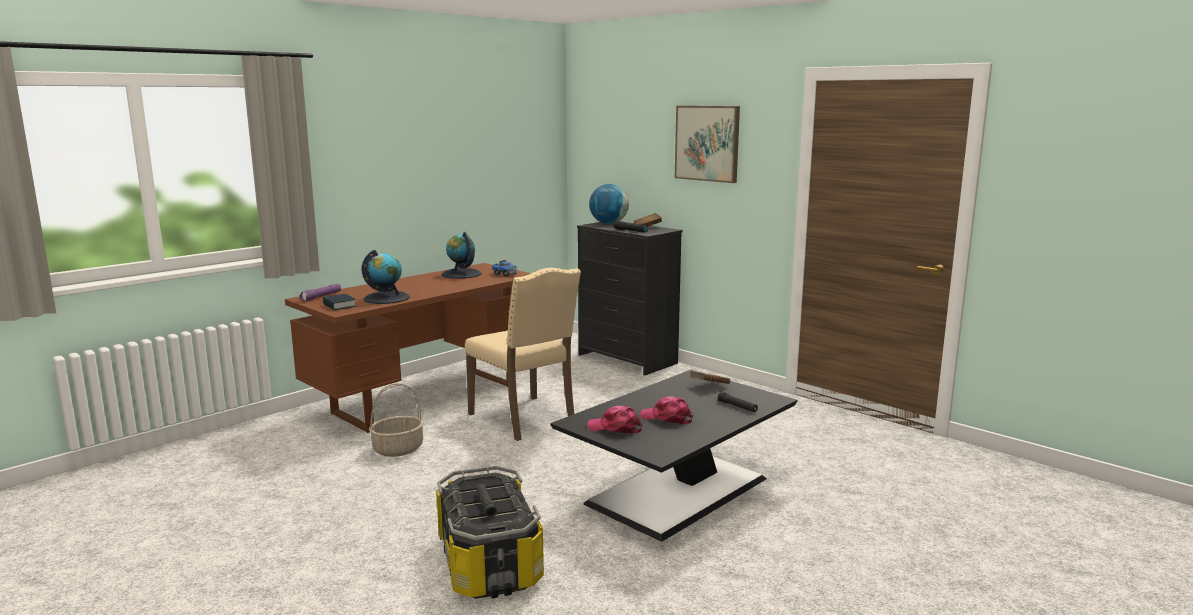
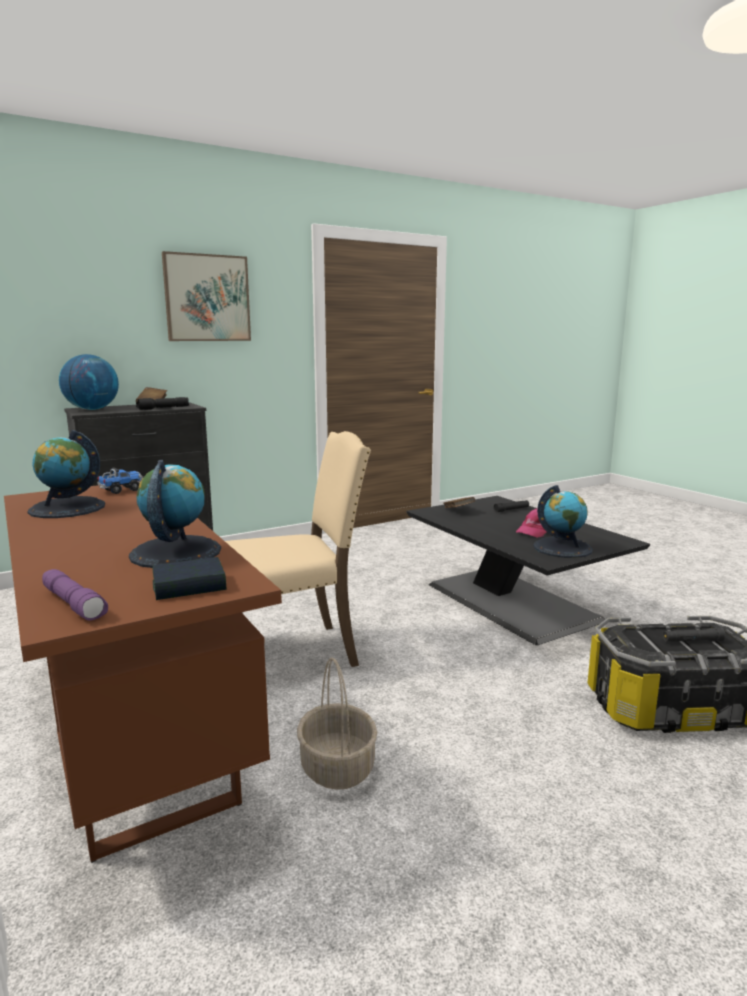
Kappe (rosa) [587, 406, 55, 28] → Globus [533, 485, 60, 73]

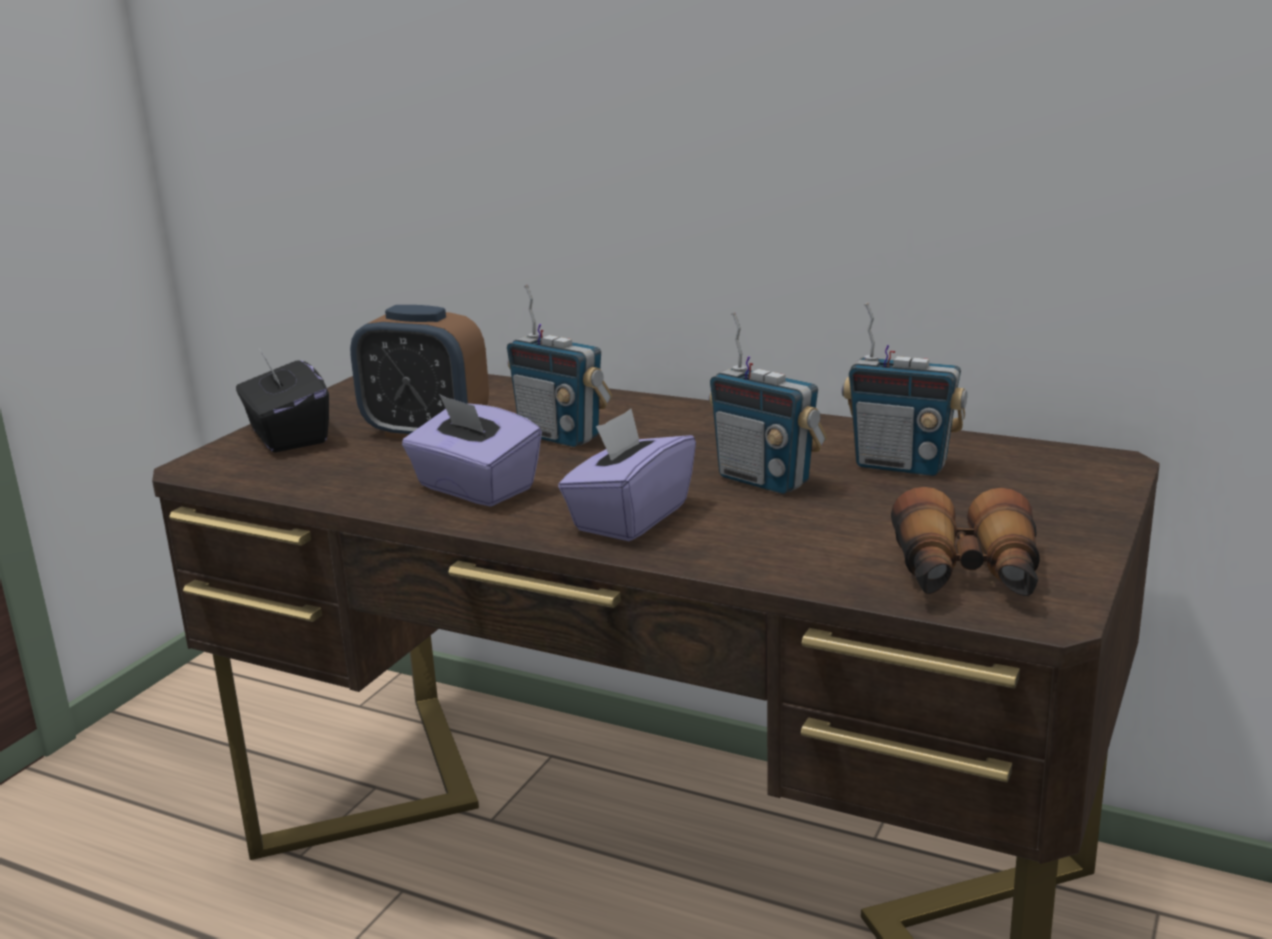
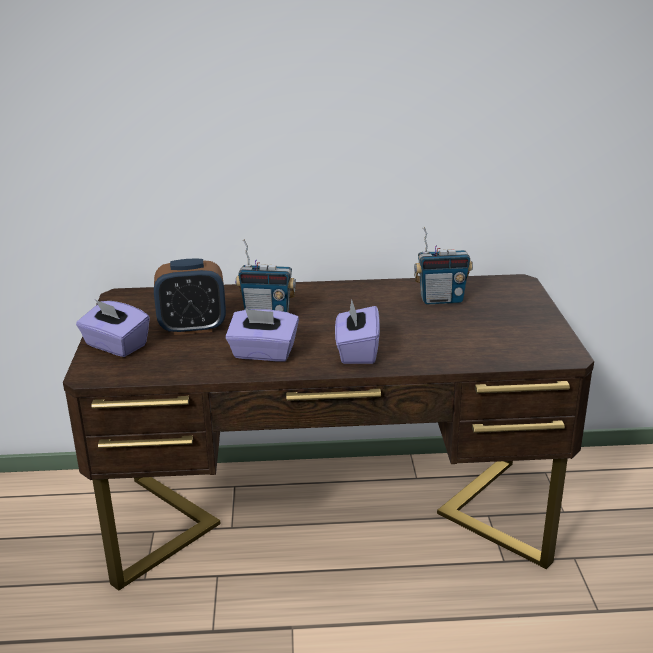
Taschentuchbox (schwarz) [236, 348, 93, 104] → Taschentuchbox (lila) [76, 299, 74, 58]
Radio [709, 312, 118, 182] → -
Fernglas [891, 487, 149, 109] → -

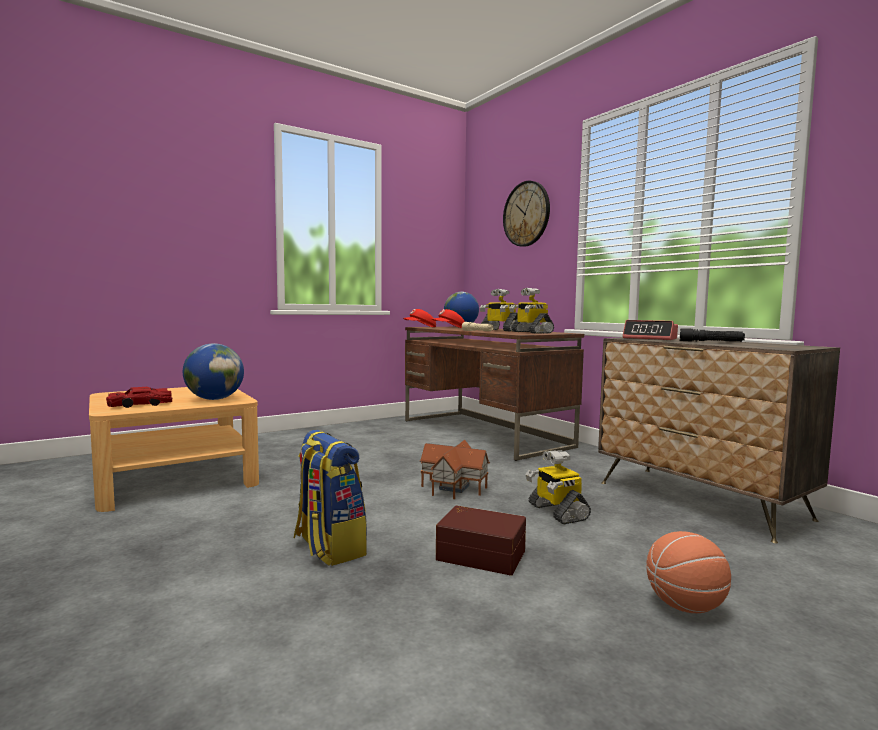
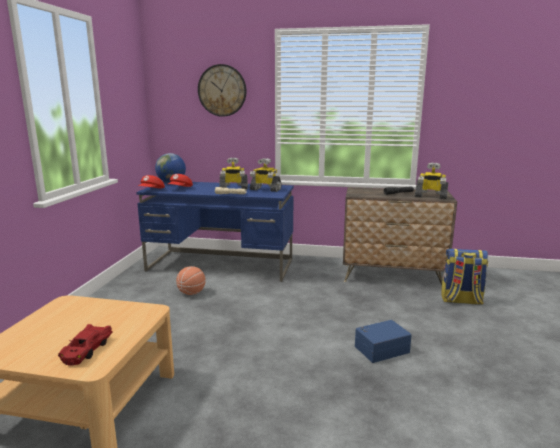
Schreibtisch (braun) [405, 327, 179, 134] → Schreibtisch (blau) [136, 181, 158, 101]
Basketball [646, 531, 85, 82] → Basketball [176, 266, 30, 29], relocated
Aufbewahrungsbox (braun) [436, 505, 90, 70] → Aufbewahrungsbox (blau) [355, 320, 57, 43]
Spielzeugroboter [526, 450, 65, 74] → Spielzeugroboter [415, 162, 33, 37], relocated
Rucksack [294, 430, 73, 136] → Rucksack [441, 249, 47, 56], relocated
Globus [183, 343, 61, 57] → -
Spielzeughaus [420, 440, 70, 59] → -
Wecker [622, 320, 56, 21] → -

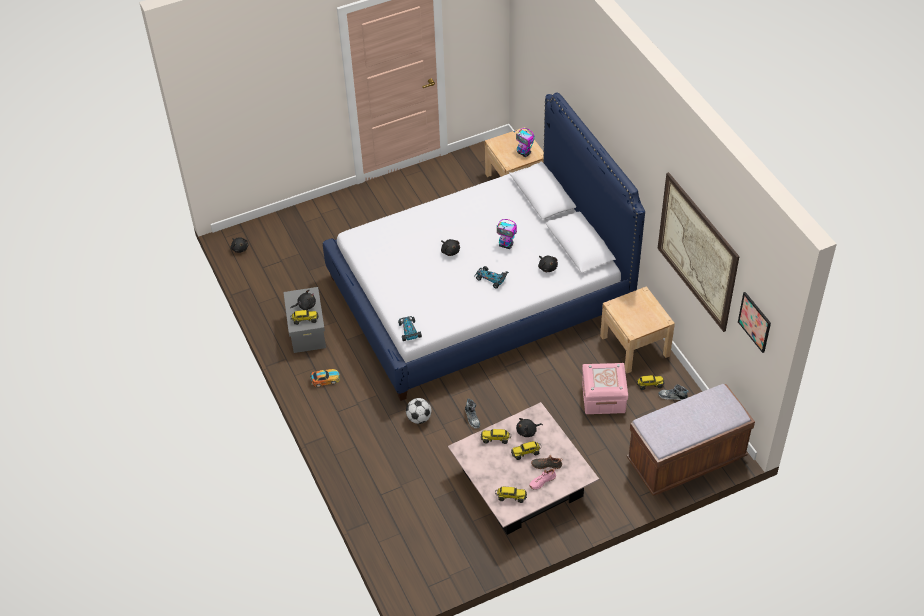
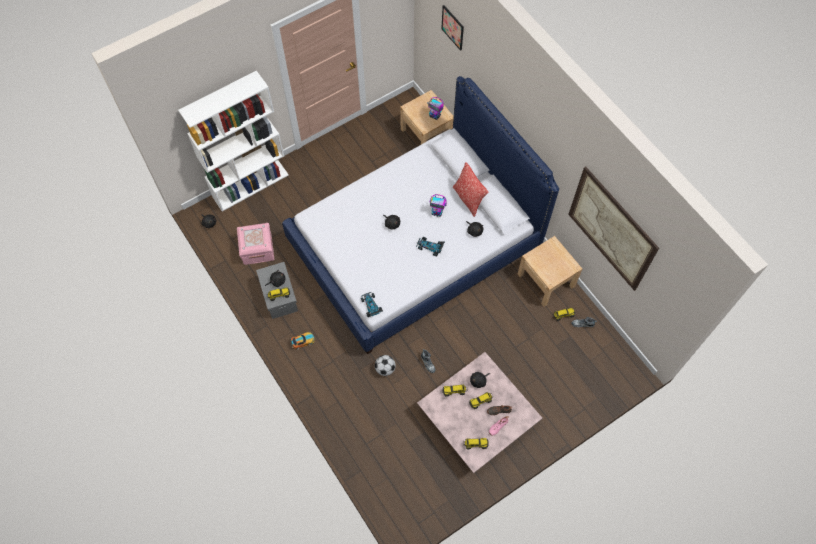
- → Bücherregal (weiß) [178, 71, 111, 140]
Aufbewahrungsbox (rosa) [582, 363, 46, 51] → Aufbewahrungsbox (rosa) [237, 223, 37, 42], relocated
Bild [738, 292, 33, 61] → Bild [441, 5, 23, 46], relocated
- → Kissen [453, 162, 35, 55]
Bank (braun) [627, 384, 128, 112] → -

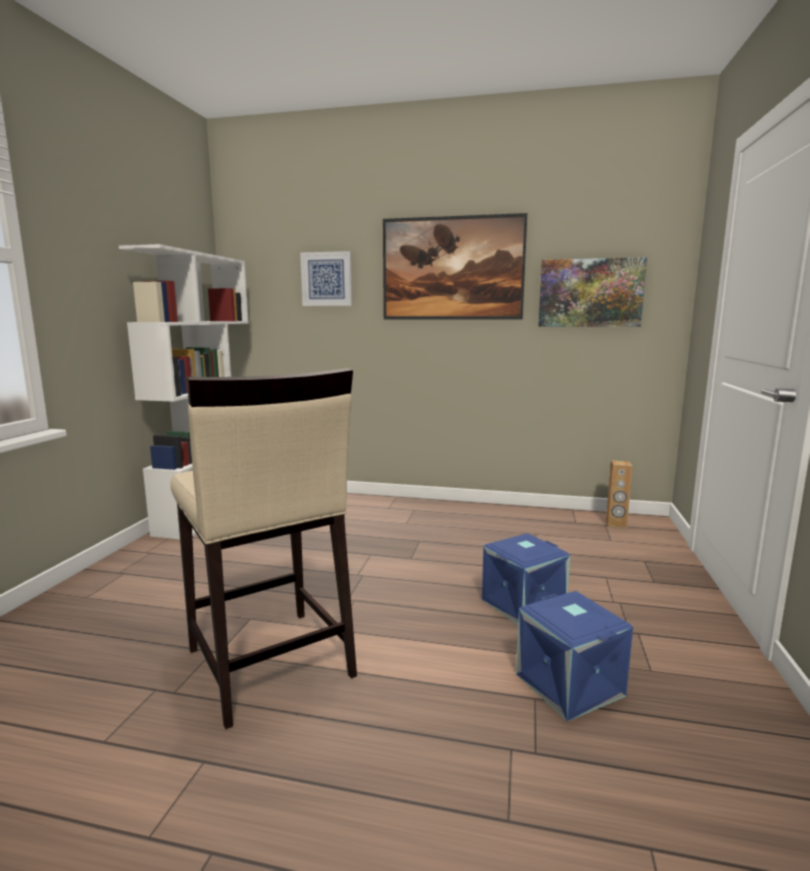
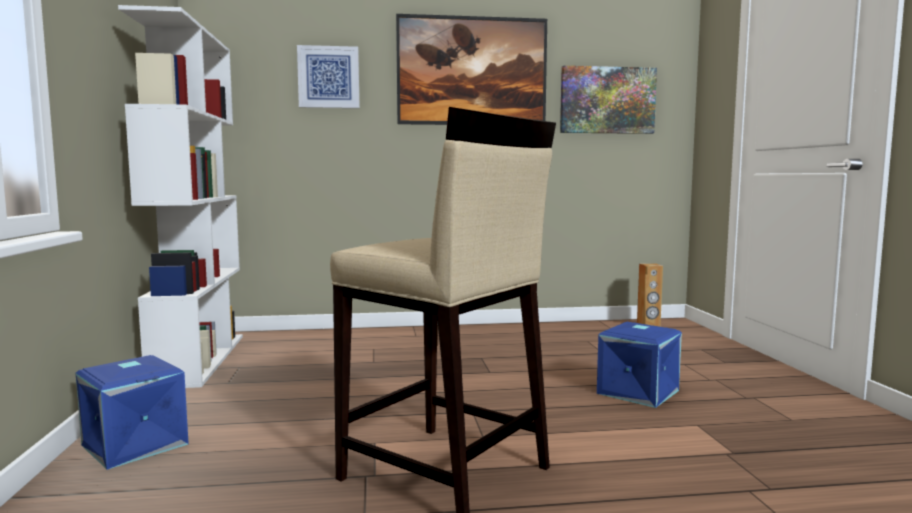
Aufbewahrungsbox (blau) [516, 591, 117, 131] → Aufbewahrungsbox (blau) [76, 355, 113, 115], relocated

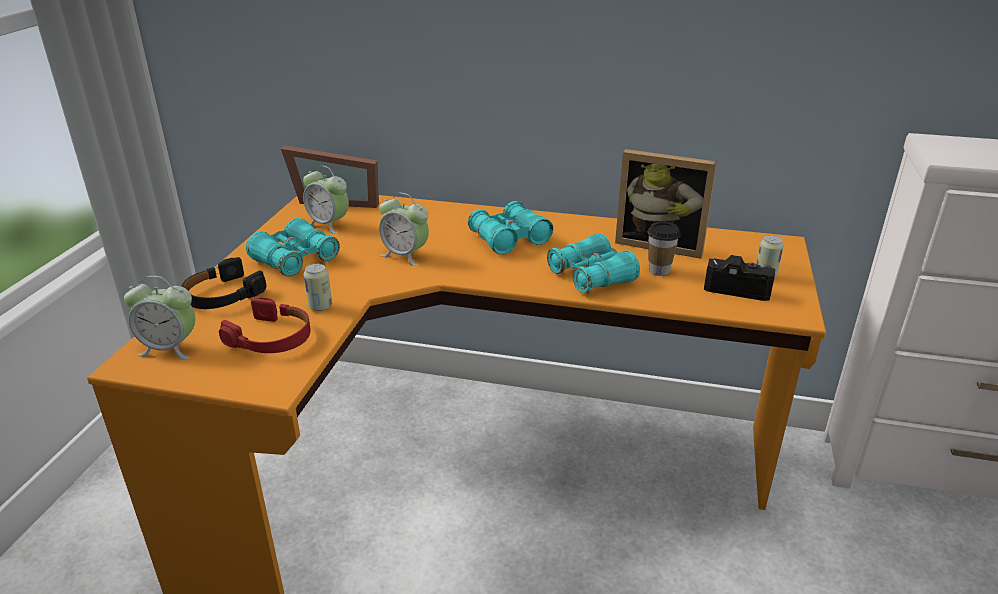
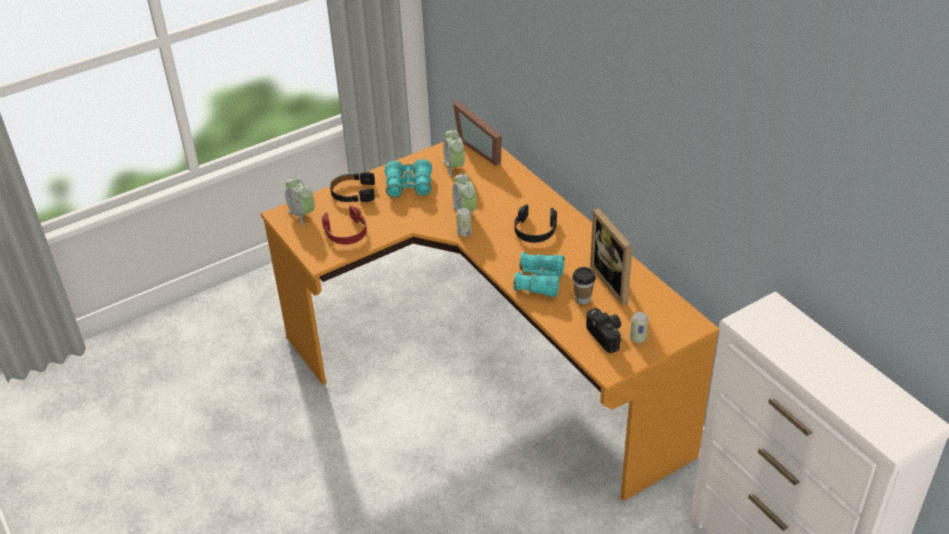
Dose [303, 264, 29, 47] → Dose [457, 208, 15, 29], relocated
Fernglas (türkis) [468, 201, 85, 54] → Kopfhörer (schwarz) [514, 204, 43, 39]

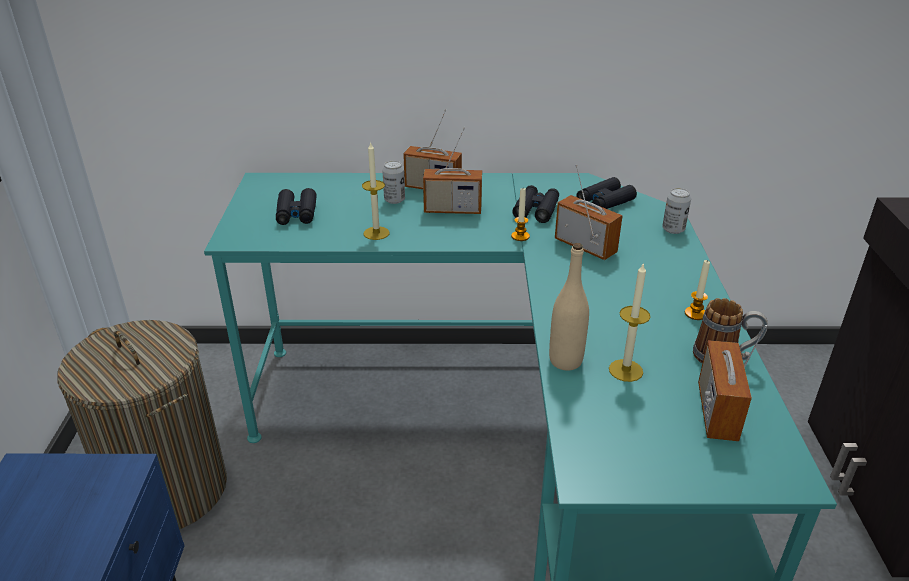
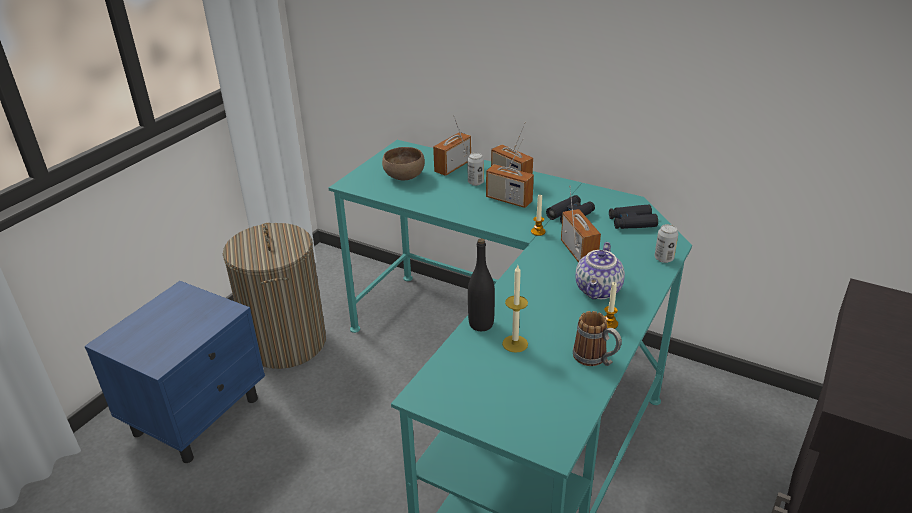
Fernglas (schwarz) [276, 188, 41, 37] → Schüssel (braun) [382, 147, 43, 33]
Radio [698, 325, 69, 116] → Radio [433, 116, 38, 60], relocated
Flasche (beige) [549, 243, 40, 128] → Flasche (schwarz) [468, 238, 27, 93]
- → Teekanne [575, 242, 50, 57]
Kerze [362, 142, 27, 98] → -

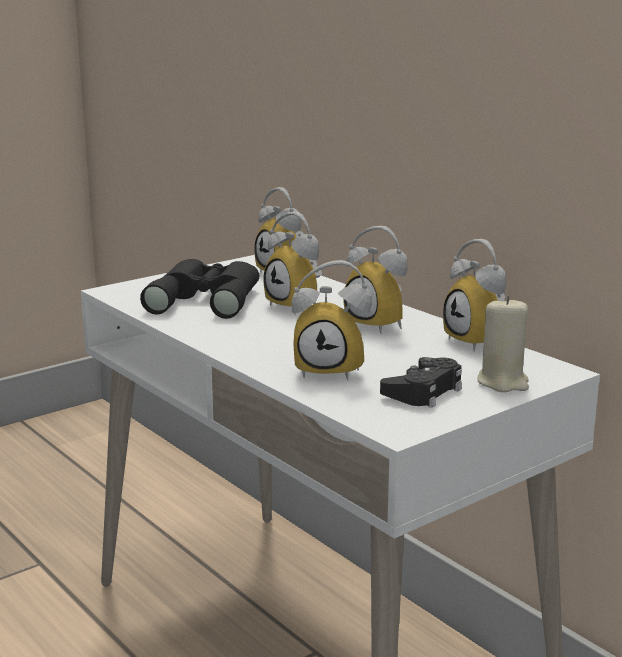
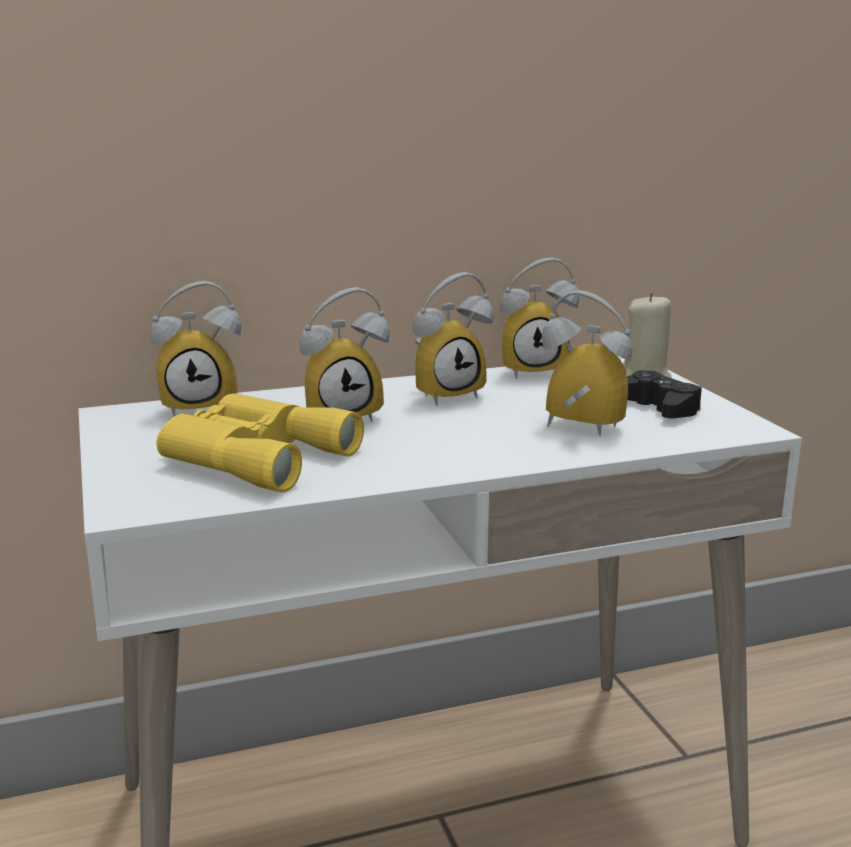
Fernglas (schwarz) [140, 259, 119, 60] → Fernglas (gelb) [157, 393, 207, 100]
Wecker [292, 260, 80, 120] → Wecker [542, 290, 90, 146], 90 degrees counterclockwise

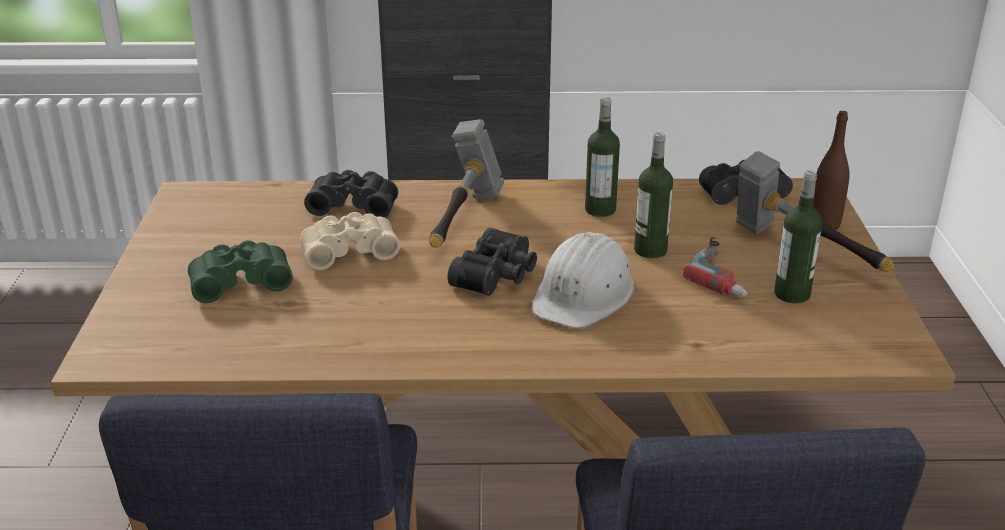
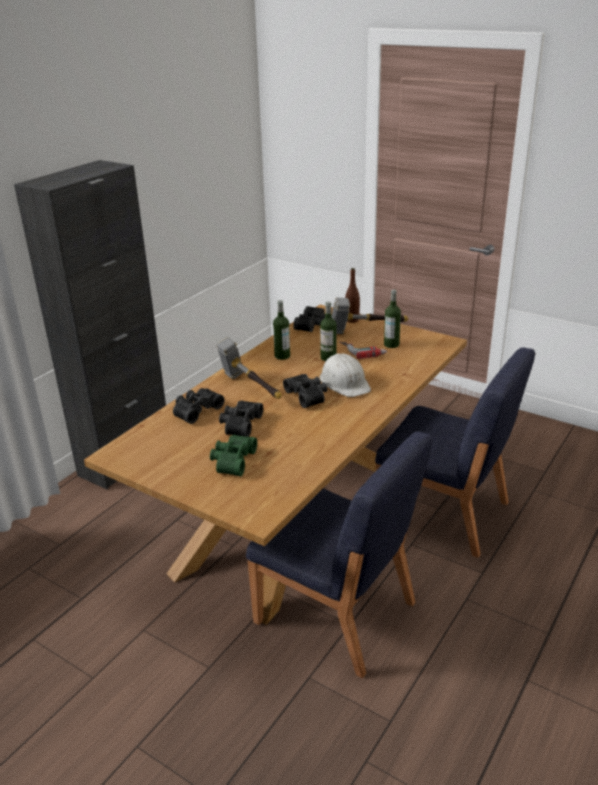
Fernglas (beige) [300, 212, 100, 58] → Fernglas (schwarz) [219, 400, 44, 37]

